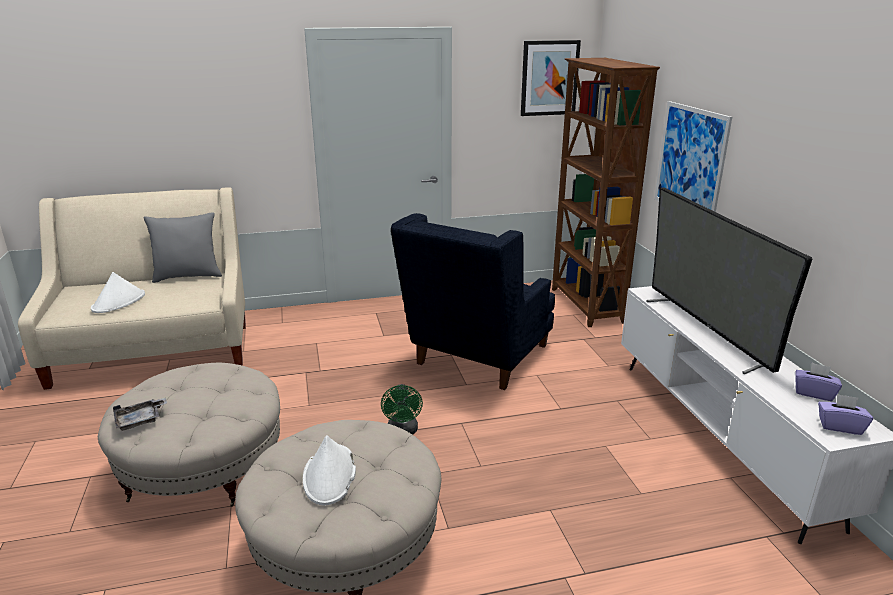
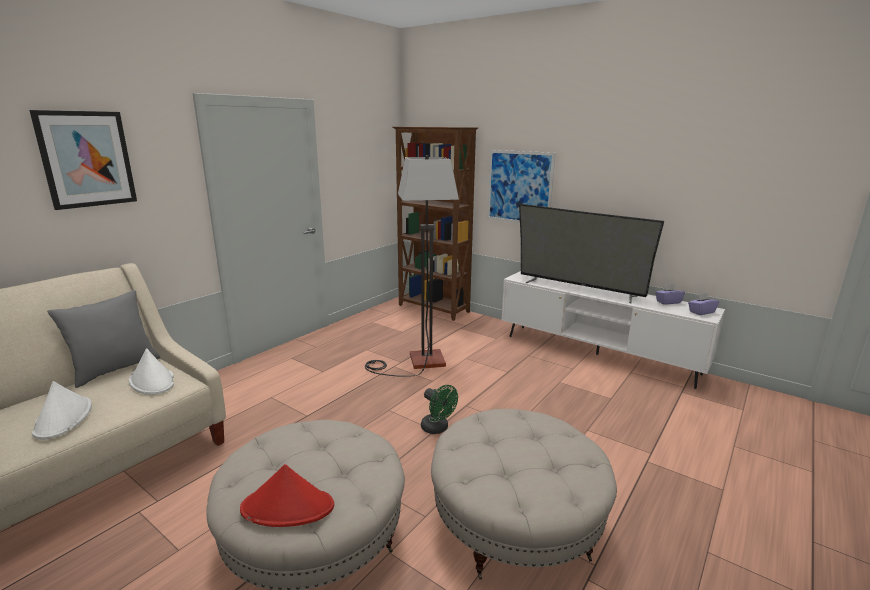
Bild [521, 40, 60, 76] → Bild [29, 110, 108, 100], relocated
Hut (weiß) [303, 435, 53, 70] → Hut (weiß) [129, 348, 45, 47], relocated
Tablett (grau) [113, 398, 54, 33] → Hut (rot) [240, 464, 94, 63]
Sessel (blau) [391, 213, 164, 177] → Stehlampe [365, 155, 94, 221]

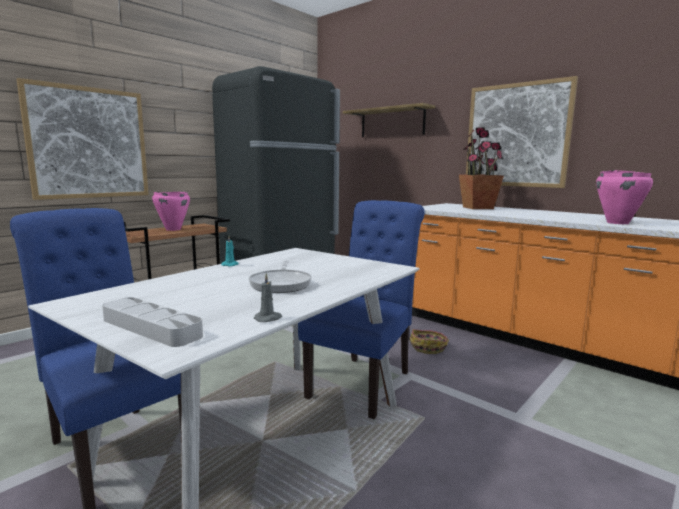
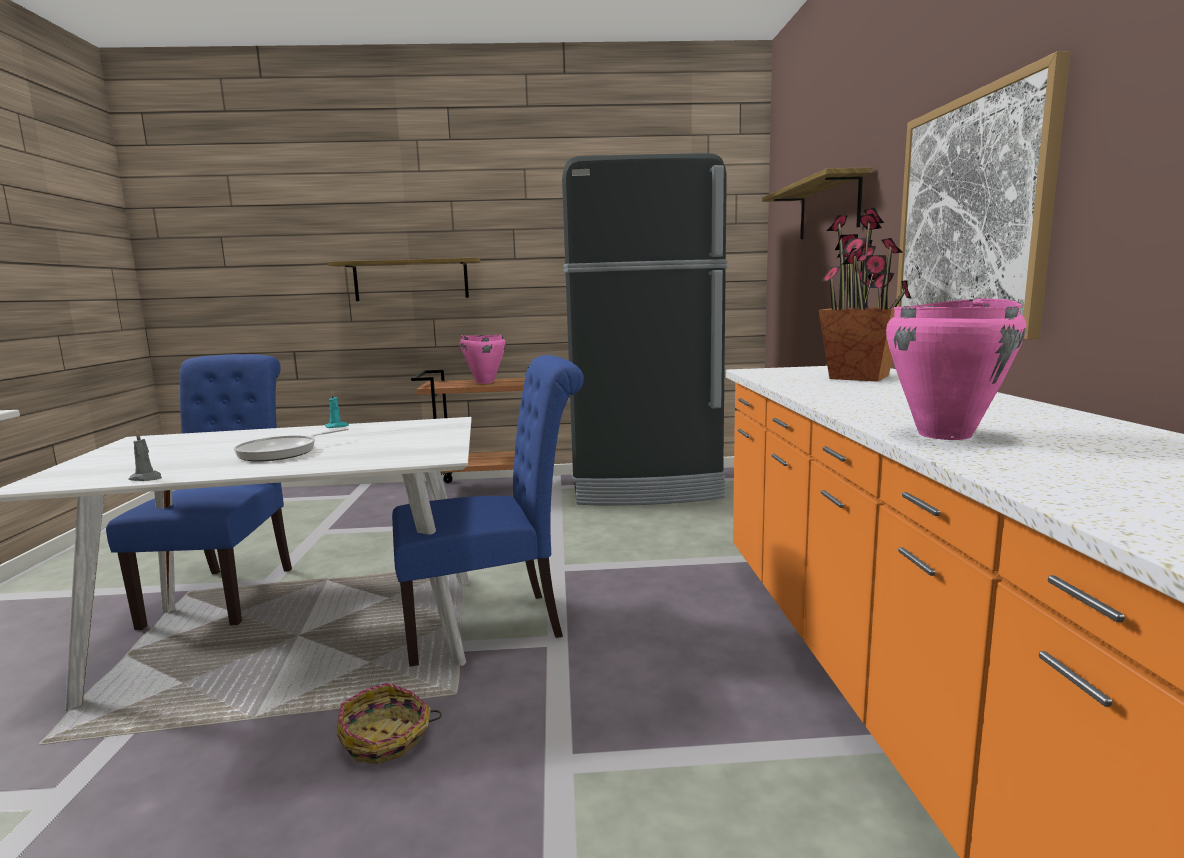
Bild [17, 78, 132, 122] → Wandregal [328, 258, 153, 43]
Korb [409, 329, 40, 25] → Korb [337, 683, 105, 81], relocated
Tablett (grau) [102, 297, 101, 50] → -

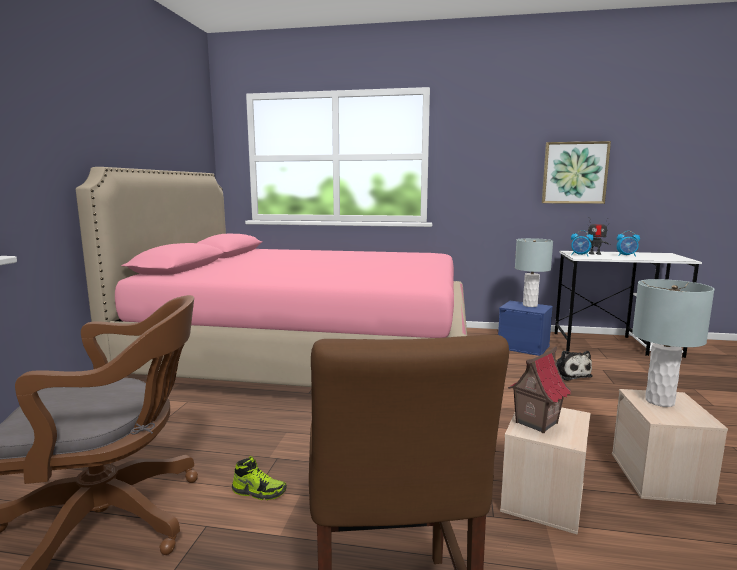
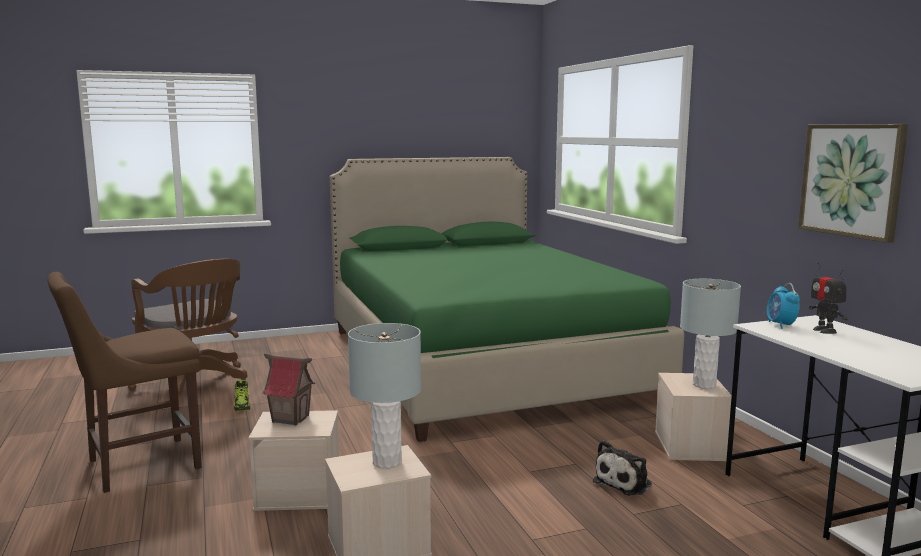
Bett (rosa) [76, 167, 391, 220] → Bett (grün) [330, 157, 355, 285]
Aufbewahrungsbox (blau) [498, 301, 55, 55] → Aufbewahrungsbox (beige) [655, 373, 77, 88]
Wecker [617, 231, 23, 26] → -

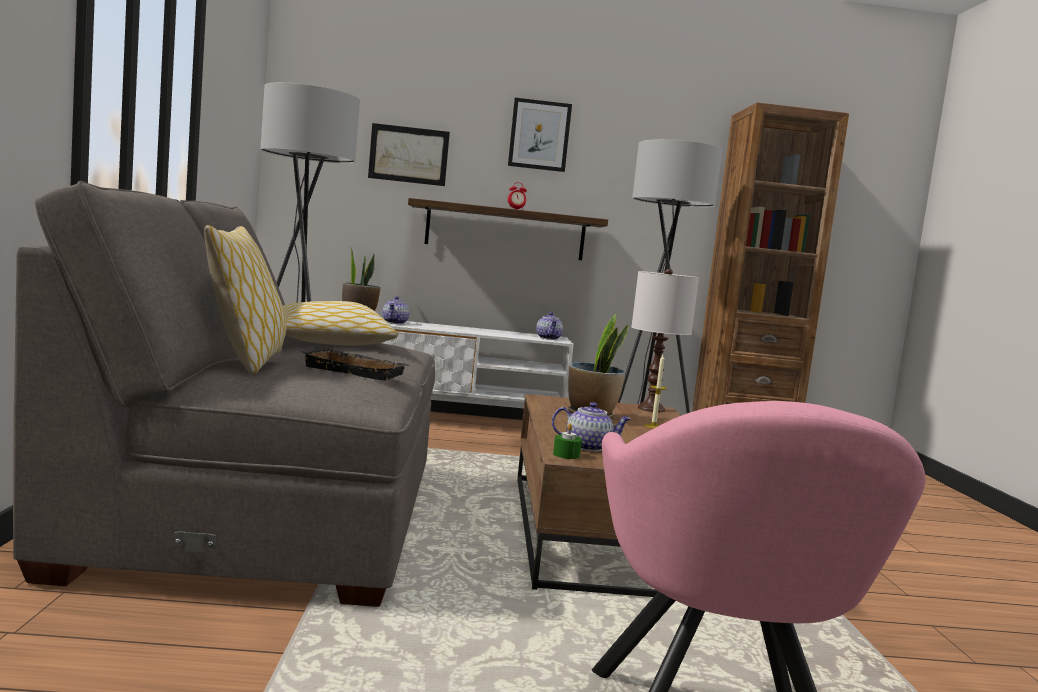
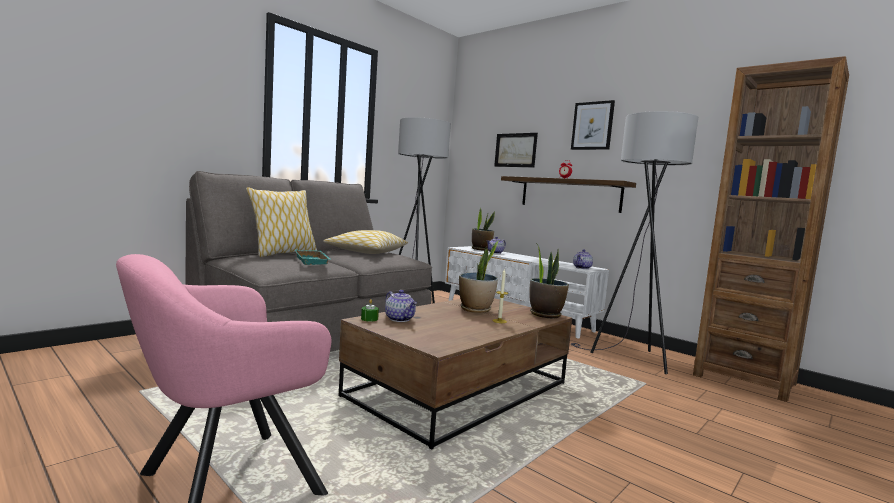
Tablett (schwarz) [301, 349, 108, 32] → Tablett (türkis) [295, 249, 37, 16]
Tischlampe (weiß) [631, 269, 68, 143] → Topfpflanze [529, 243, 40, 76]

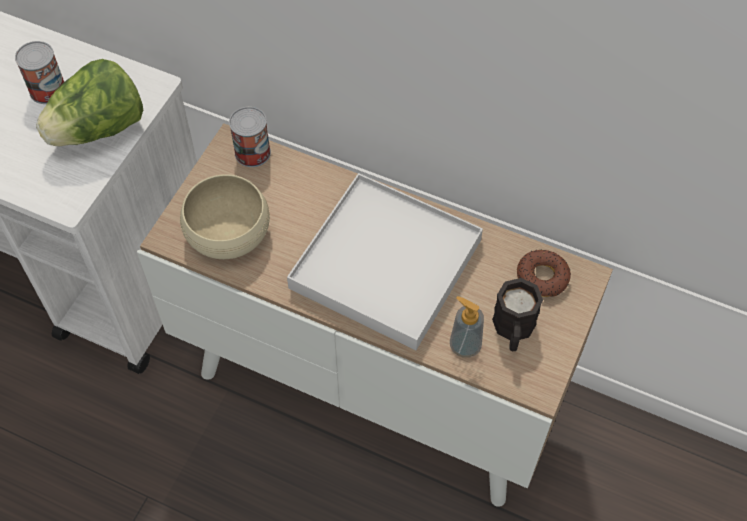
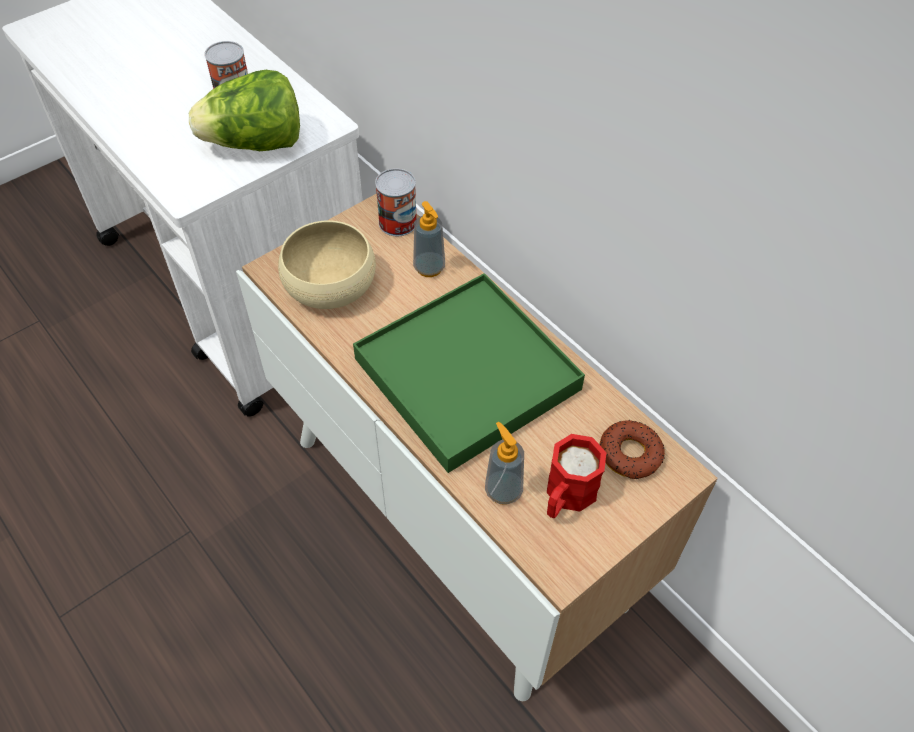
Tablett (weiß) [287, 173, 196, 177] → Tablett (grün) [353, 273, 232, 200]
- → Seifenspender [413, 201, 32, 76]
Henkelbecher (schwarz) [492, 278, 51, 73] → Henkelbecher (rot) [547, 434, 59, 84]

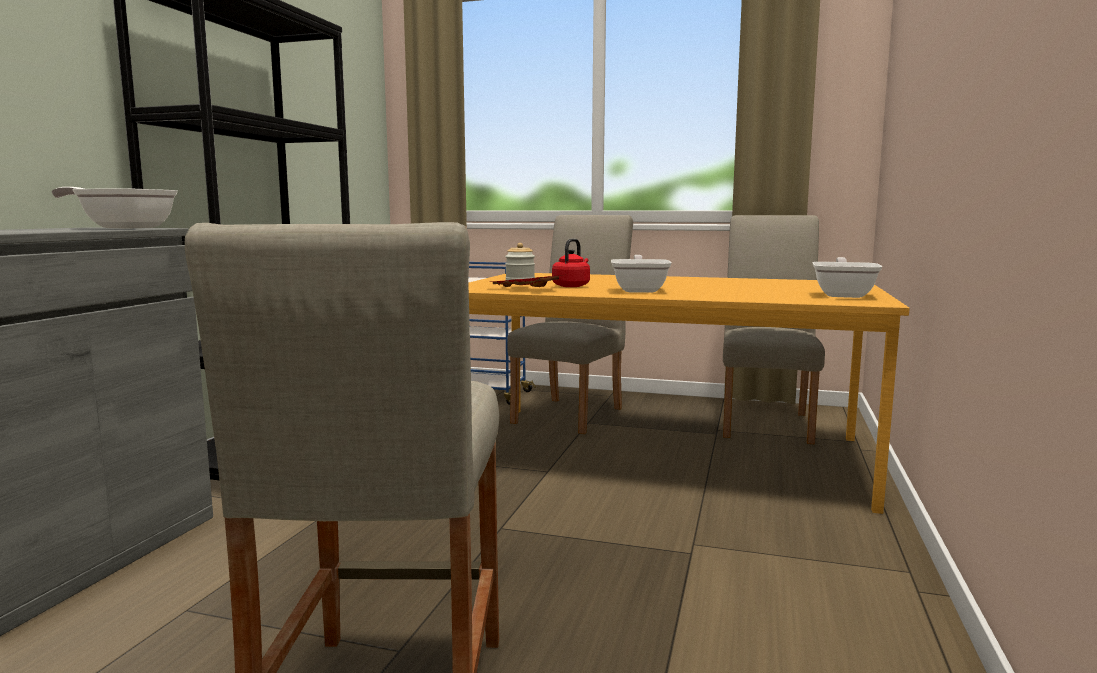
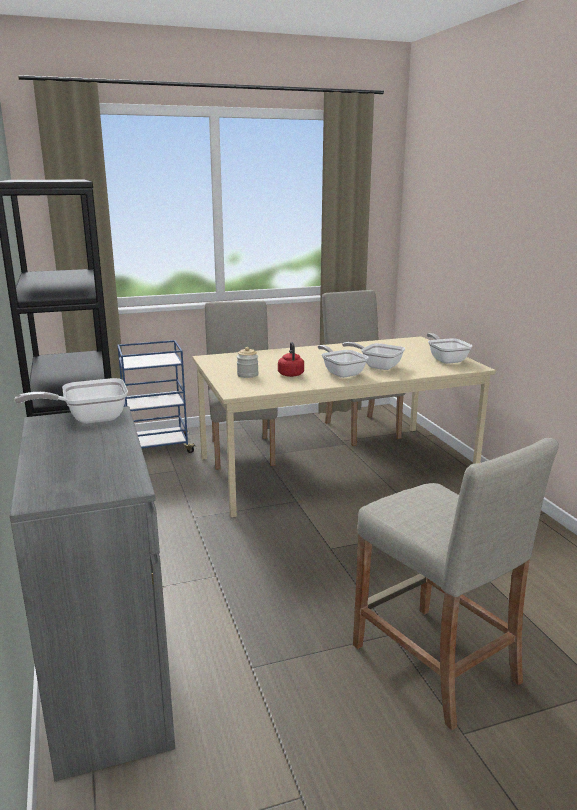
Esstisch (orange) [468, 273, 442, 241] → Esstisch (beige) [192, 336, 304, 181]
- → Pfanne [342, 342, 63, 28]
Tablett (rot) [490, 275, 71, 12] → -

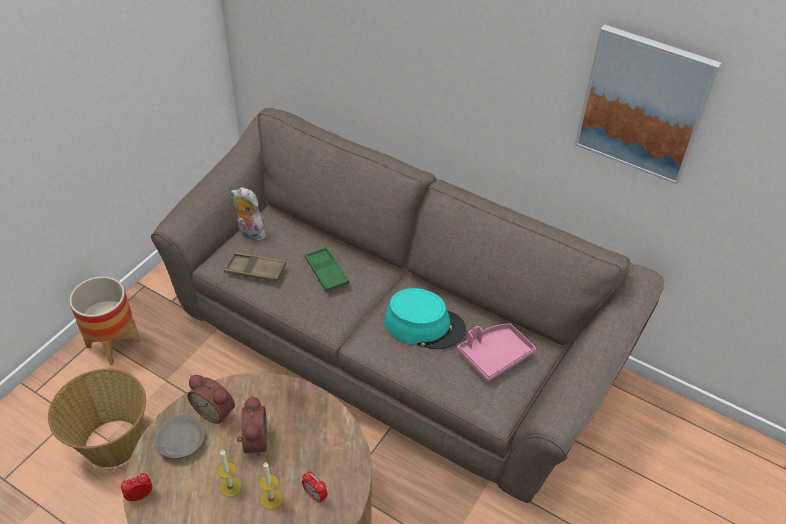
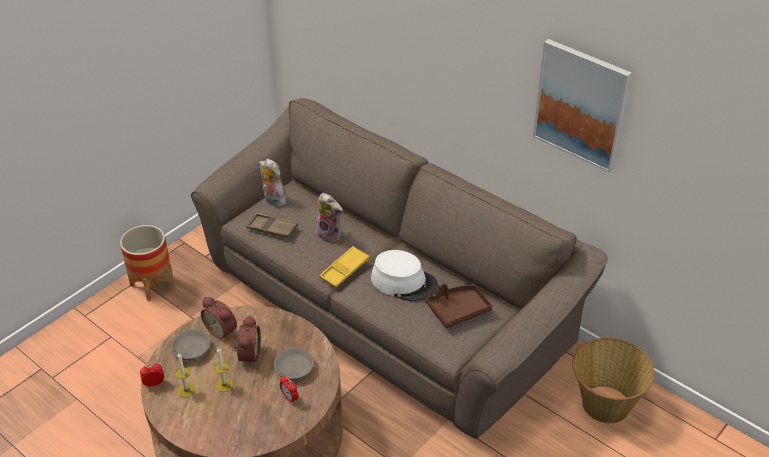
Kerze [259, 462, 24, 47] → Kerze [175, 353, 20, 45], relocated
- → Schüssel (grau) [274, 348, 40, 32]
Tablett (grün) [304, 247, 45, 44] → Plüschtier [314, 193, 29, 50]
- → Tablett (gelb) [319, 246, 50, 42]
Hut (türkis) [384, 288, 82, 62] → Hut (weiß) [371, 250, 67, 51]
Tablett (rosa) [457, 323, 79, 59] → Tablett (braun) [426, 283, 66, 45]
Korb [48, 369, 98, 99] → Korb [572, 338, 83, 86], relocated

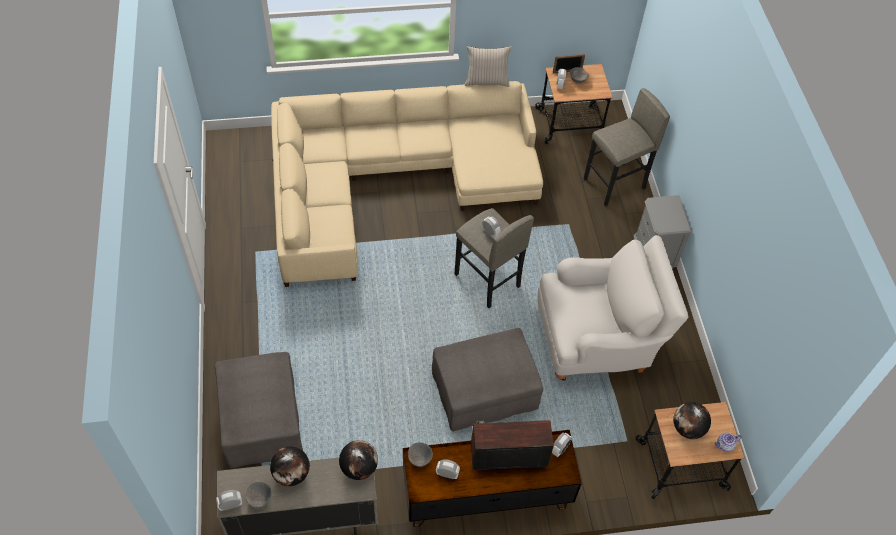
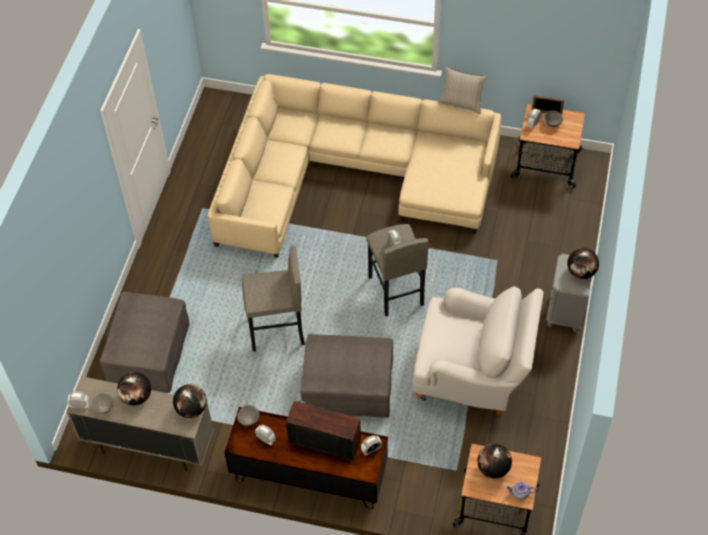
Hocker (grau) [583, 88, 87, 118] → Hocker (grau) [242, 245, 63, 106], relocated
- → Globus [567, 248, 32, 31]

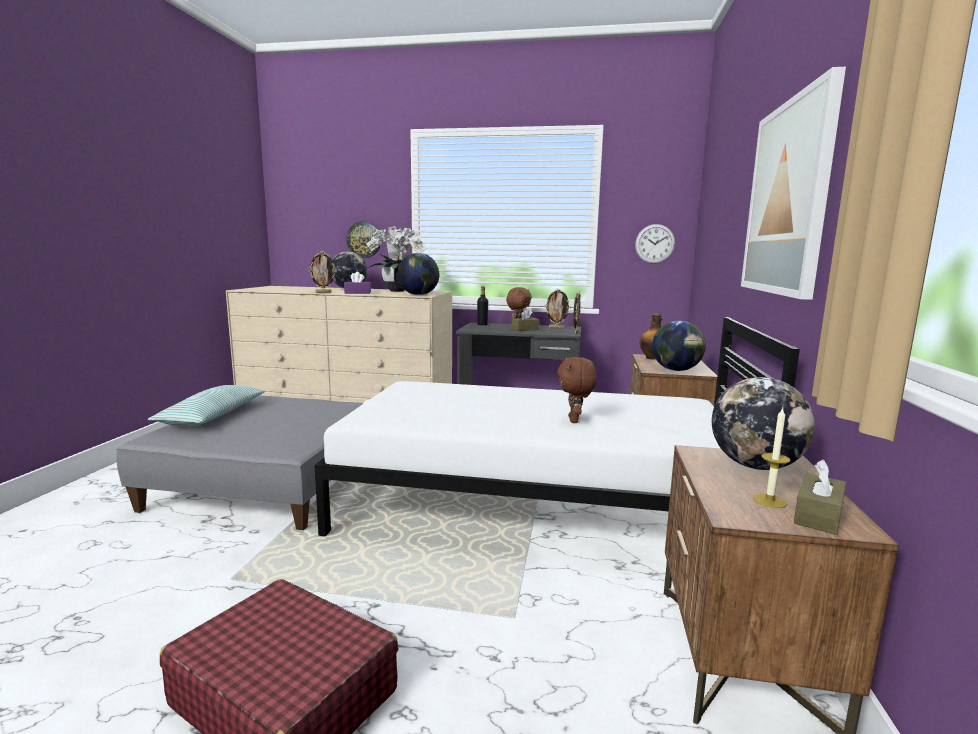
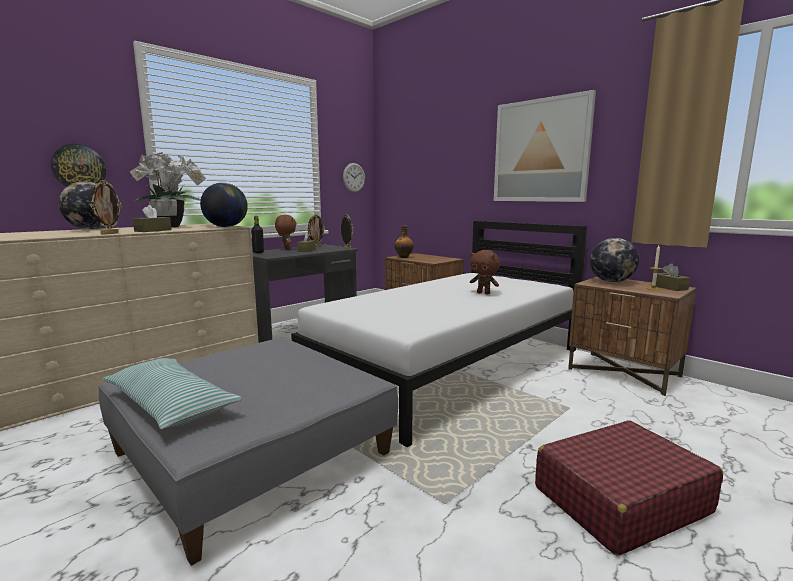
Taschentuchbox (lila) [344, 272, 27, 22] → Taschentuchbox (braun) [133, 205, 39, 27]
Globus [652, 321, 54, 50] → -

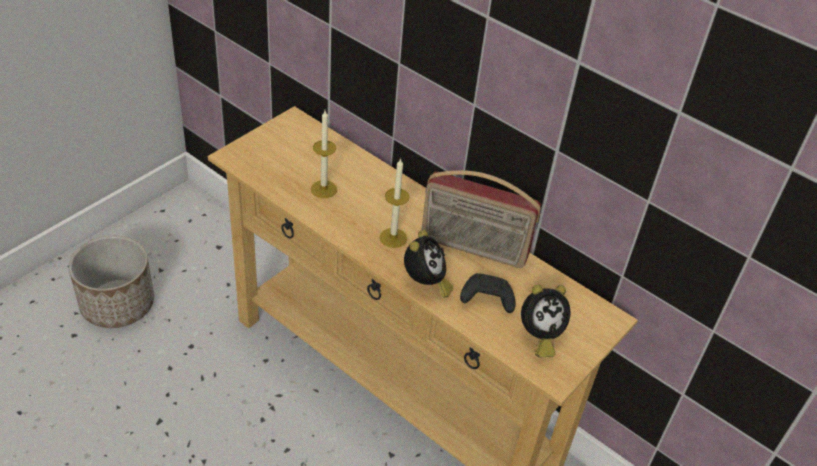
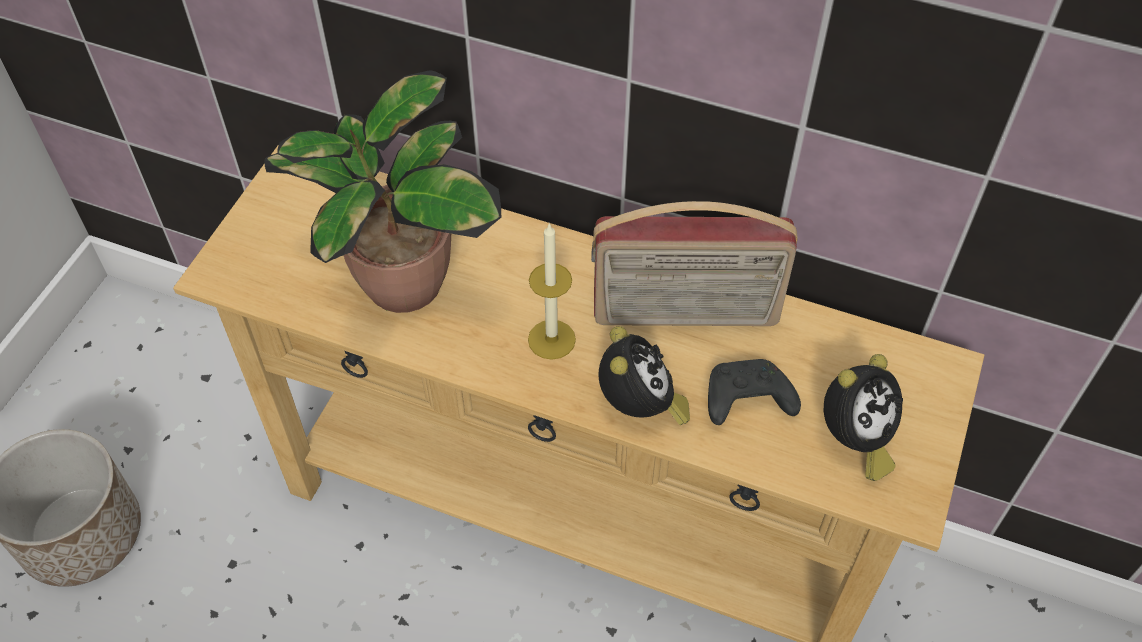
Kerze [311, 110, 26, 88] → Topfpflanze [264, 70, 237, 243]

